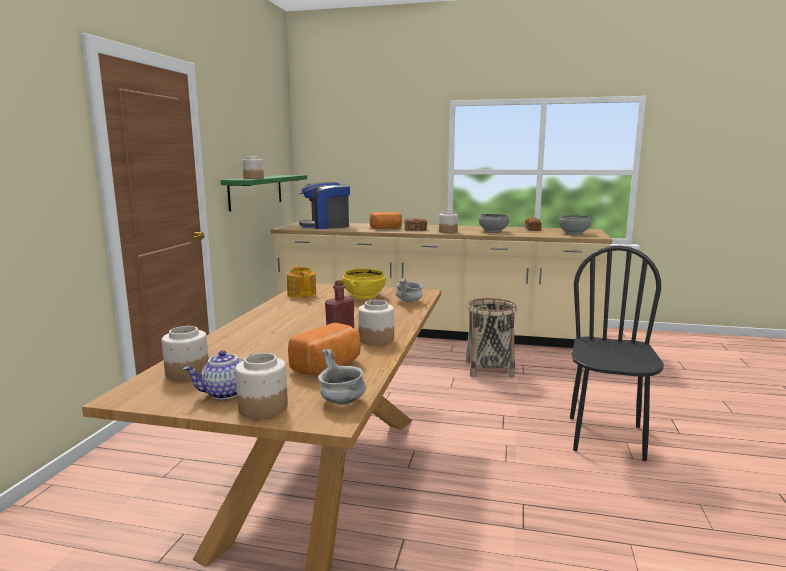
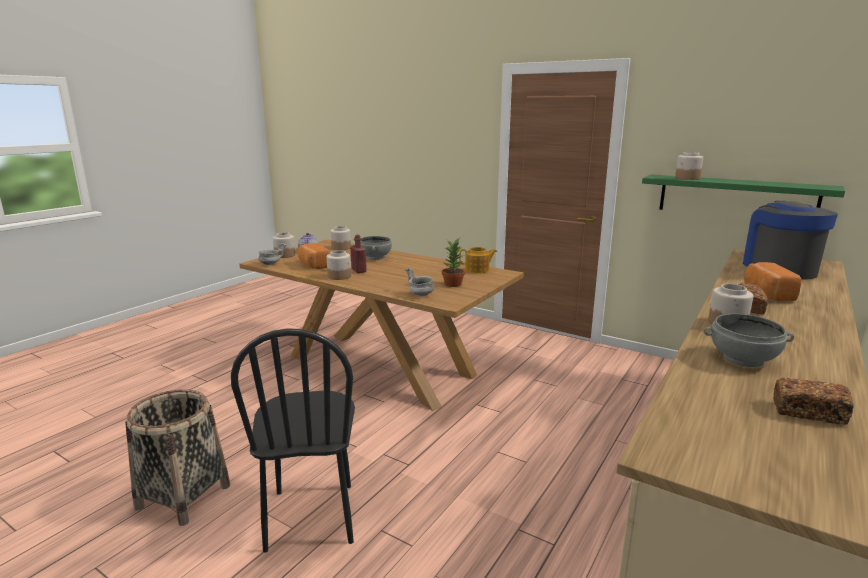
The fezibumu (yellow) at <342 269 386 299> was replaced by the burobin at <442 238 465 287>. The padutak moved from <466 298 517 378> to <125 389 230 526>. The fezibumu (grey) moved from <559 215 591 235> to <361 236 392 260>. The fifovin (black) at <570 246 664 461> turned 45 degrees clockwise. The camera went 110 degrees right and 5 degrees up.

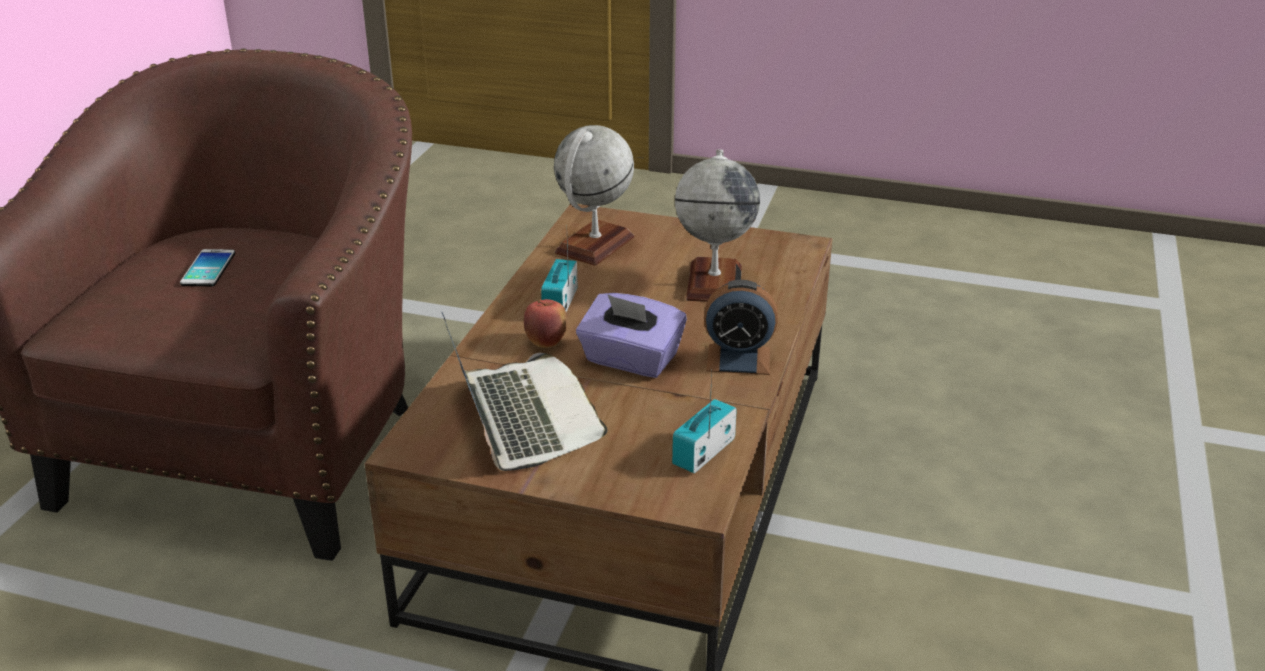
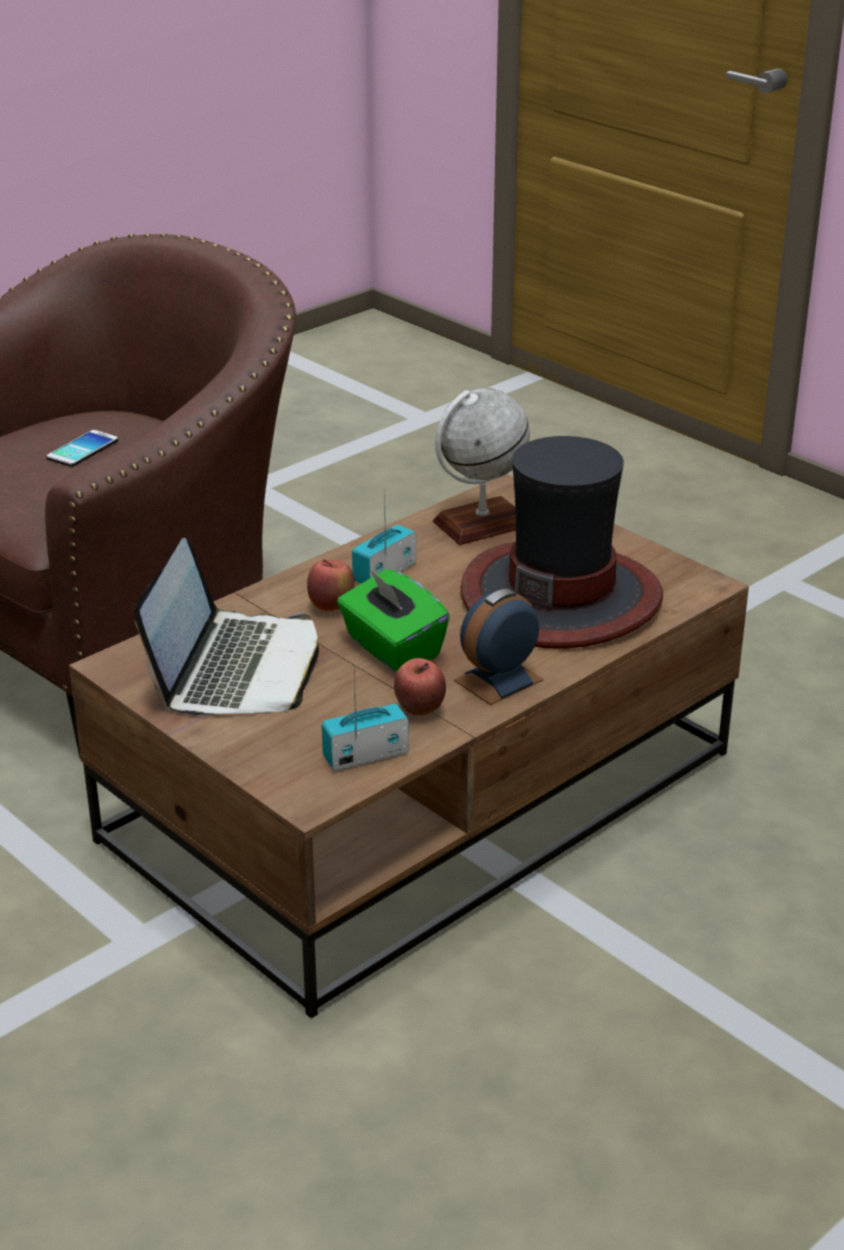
The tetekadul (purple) at <576 293 687 378> became the tetekadul (green) at <337 569 450 672>. The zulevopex at <675 150 760 302> was replaced by the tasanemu at <460 436 663 649>. The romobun at <704 280 778 375> turned 105 degrees clockwise. The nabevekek at <394 658 446 716> appeared. The camera went 30 degrees right and 0 degrees up.

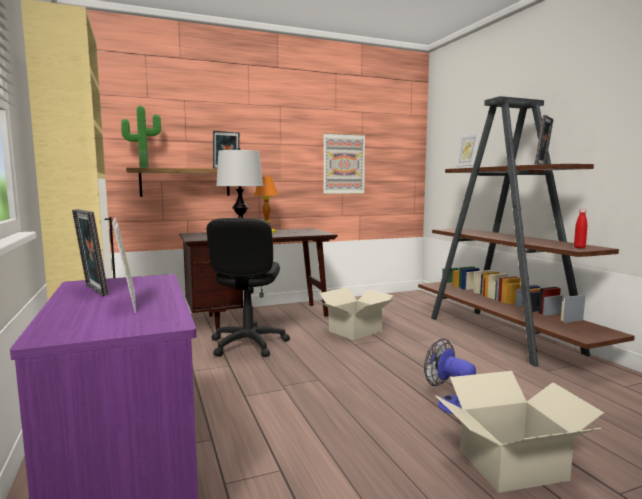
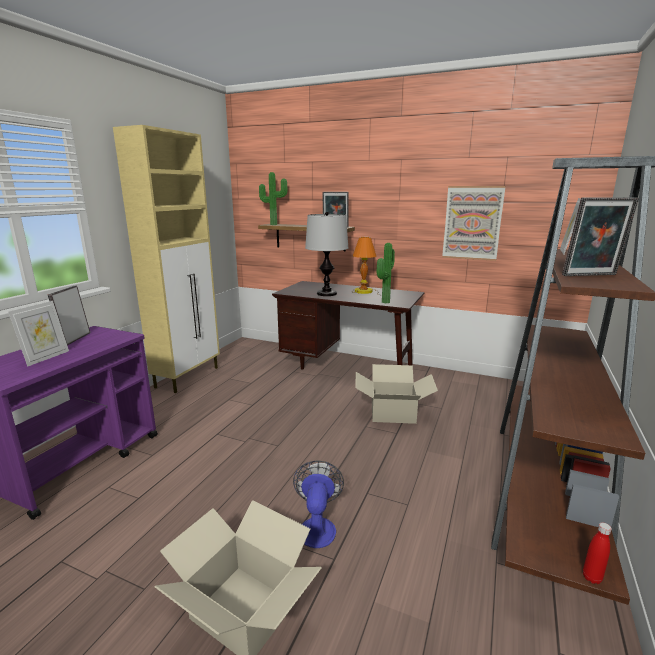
The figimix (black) at <206 218 290 357> disappeared. The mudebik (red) moved from <574 209 587 248> to <583 522 612 584>. The burobin at <377 243 395 303> appeared. The camera went 45 degrees right and 10 degrees up.

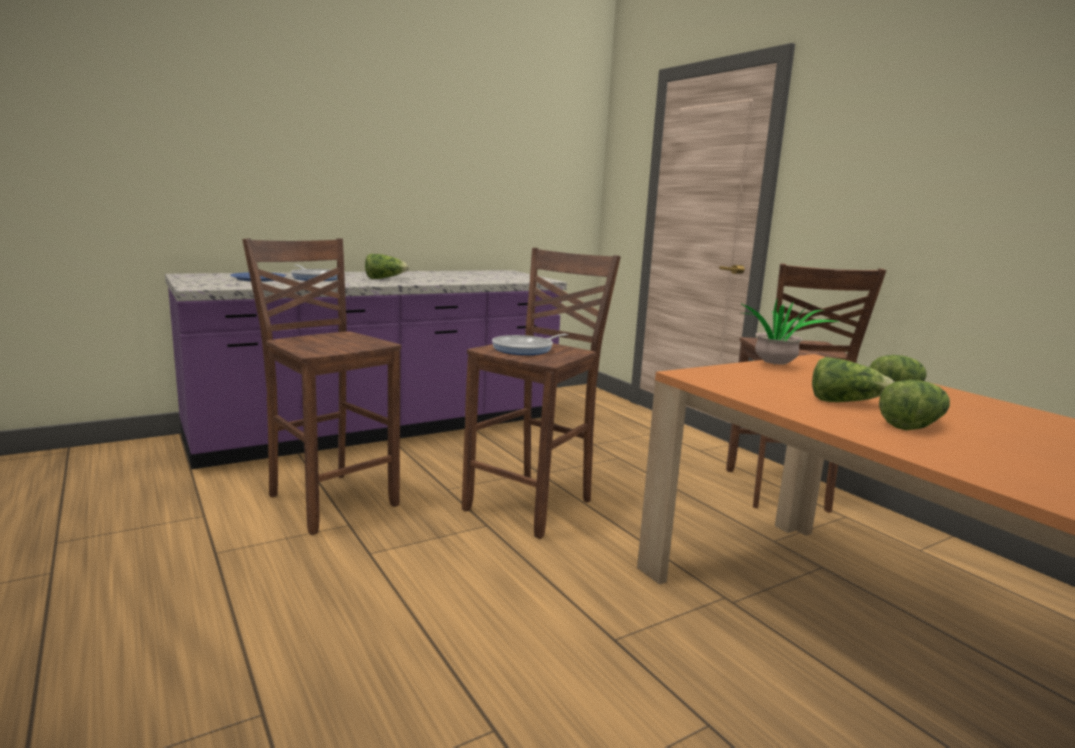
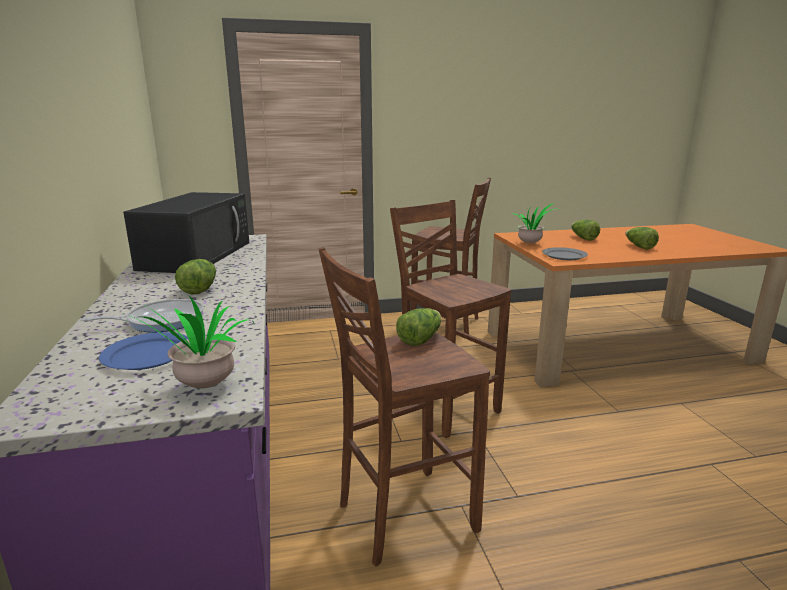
The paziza at <492 334 568 355> disappeared. The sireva moved from <812 357 895 402> to <396 308 441 346>. The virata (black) at <123 192 249 273> appeared. The burobin at <126 296 254 389> appeared. The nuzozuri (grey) at <542 247 588 260> appeared. The camera went 70 degrees left and 5 degrees up.

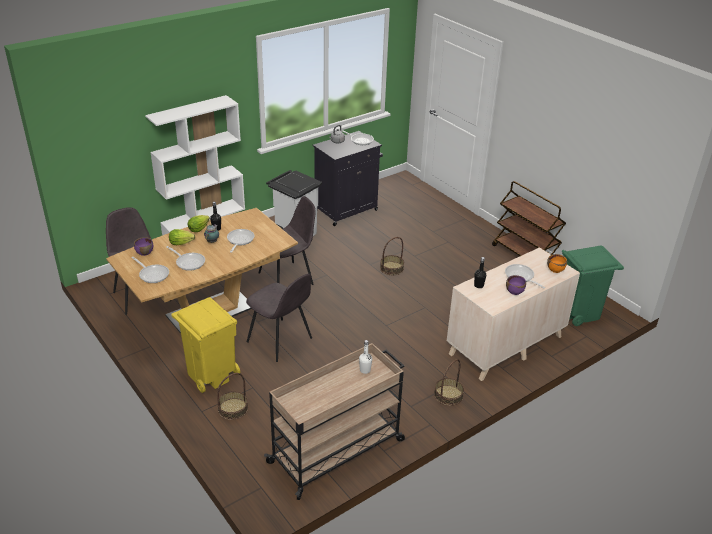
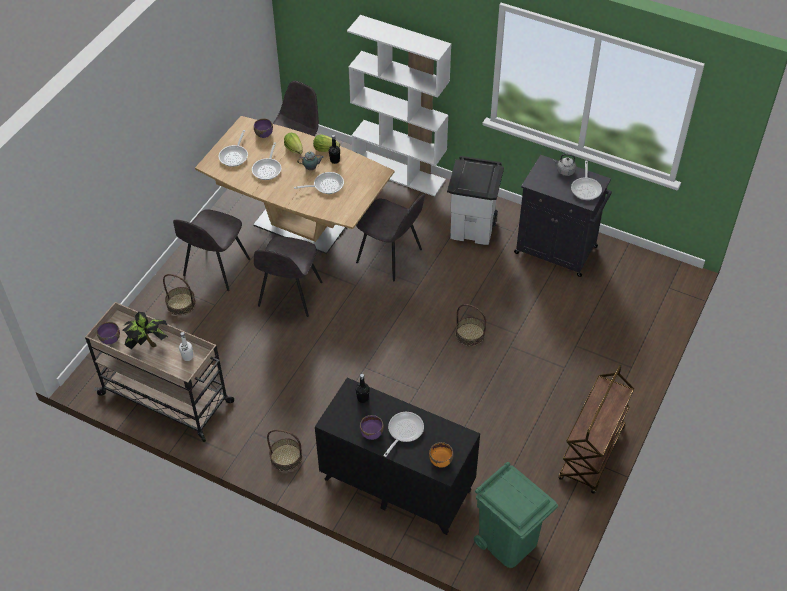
The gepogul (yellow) at <171 297 240 393> was replaced by the fifovin (grey) at <173 209 250 291>. The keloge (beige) at <447 247 580 381> became the keloge (black) at <315 378 480 535>. The fezibumu (purple) at <97 322 120 344> appeared. The burobin at <123 312 168 349> appeared. The camera went 65 degrees right and 15 degrees up.

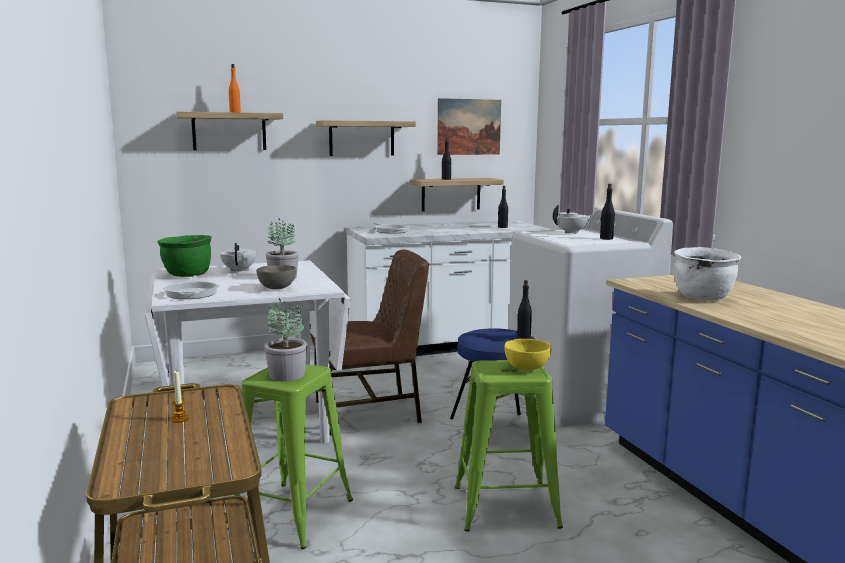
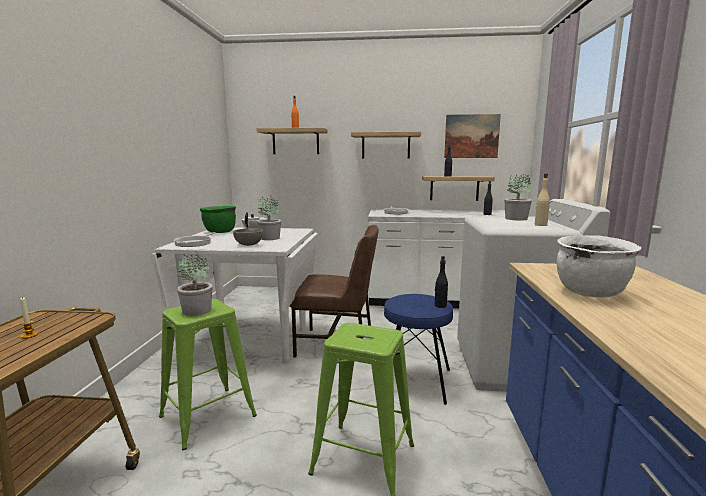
The fezibumu (yellow) at <504 339 552 370> disappeared. The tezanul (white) at <553 205 592 234> was replaced by the burobin at <504 173 532 221>. The mudebik (black) at <600 184 615 240> became the mudebik (beige) at <535 173 550 226>. The camera went 25 degrees right and 0 degrees up.

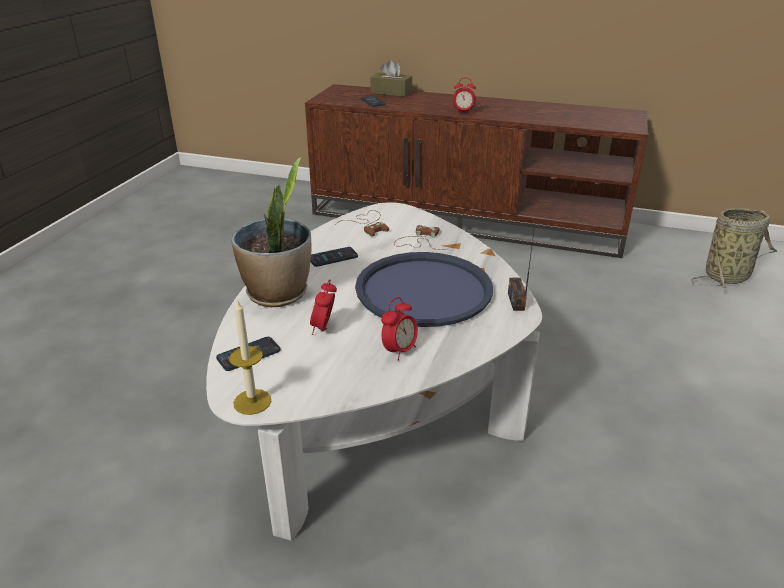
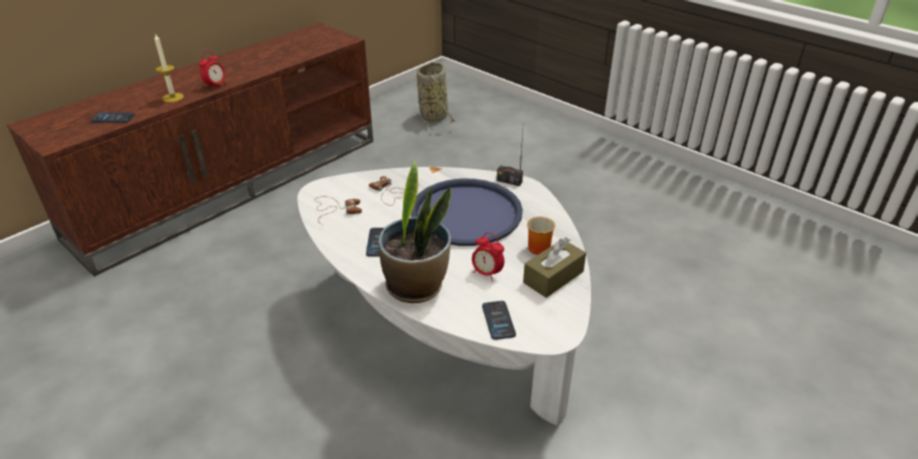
The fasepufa moved from <229 299 271 415> to <154 33 184 103>. The tetekadul (brown) moved from <370 60 412 97> to <523 237 586 298>. The romobun at <381 297 418 361> was replaced by the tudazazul at <527 216 556 255>. The camera went 65 degrees left and 5 degrees up.

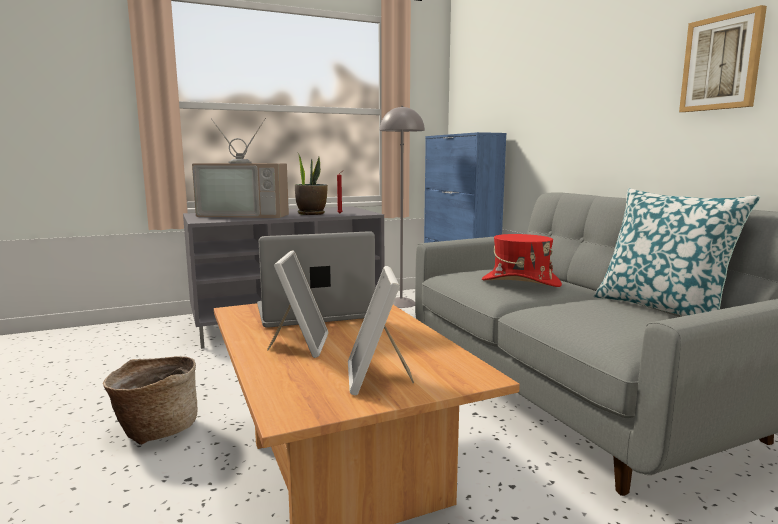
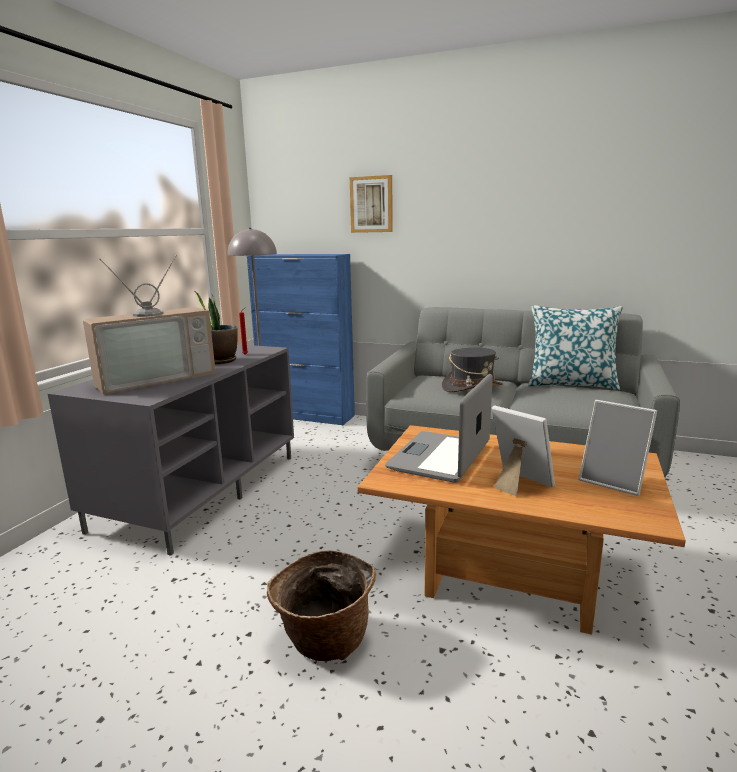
The tasanemu (red) at <482 234 562 287> became the tasanemu (grey) at <442 347 503 392>. The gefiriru moved from <679 5 767 112> to <350 175 393 233>. The camera went 45 degrees left and 5 degrees up.

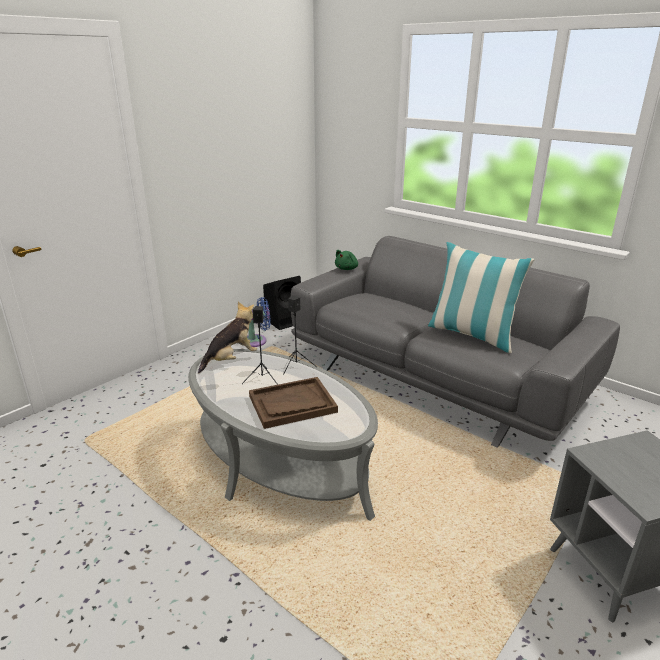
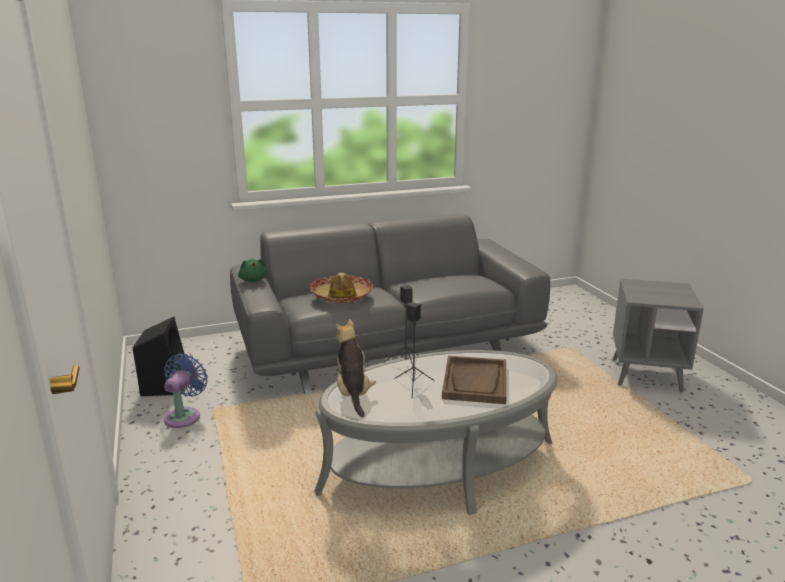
The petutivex at <428 242 534 353> disappeared. The tasanemu at <310 273 373 303> appeared. The camera went 60 degrees left and 5 degrees down.

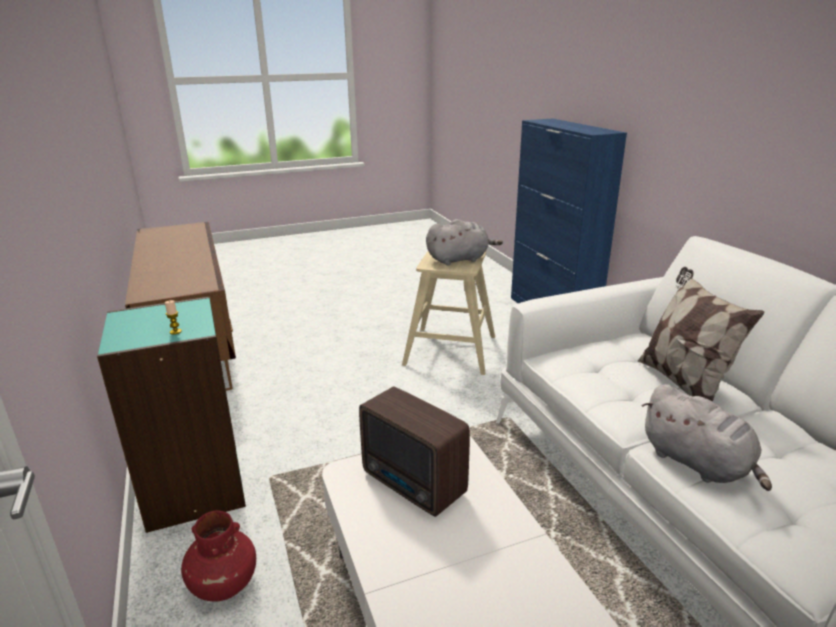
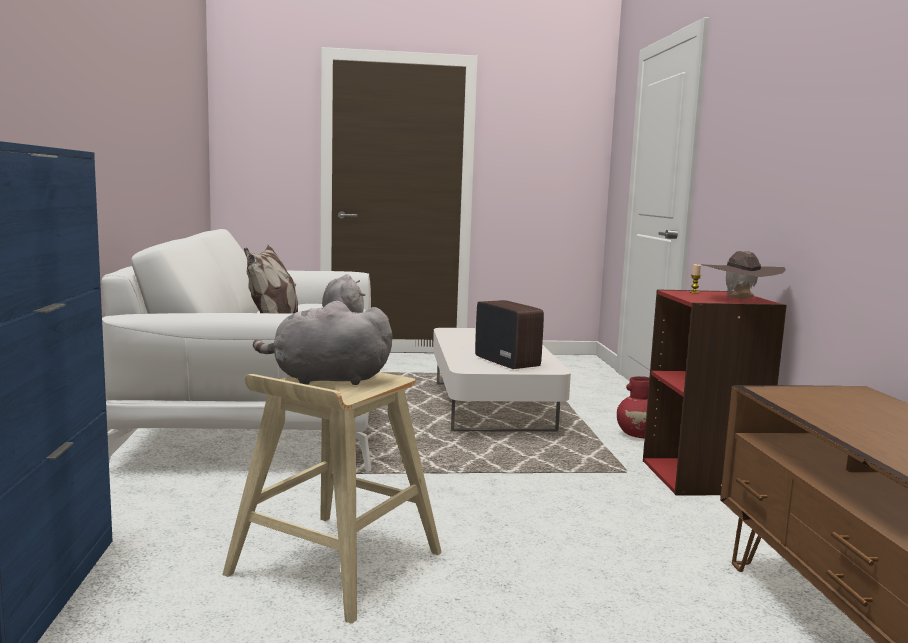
The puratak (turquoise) at <97 297 246 533> became the puratak (red) at <643 289 787 496>. The tasanemu (brown) at <702 251 786 299> appeared. The camera went 165 degrees left and 15 degrees down.

